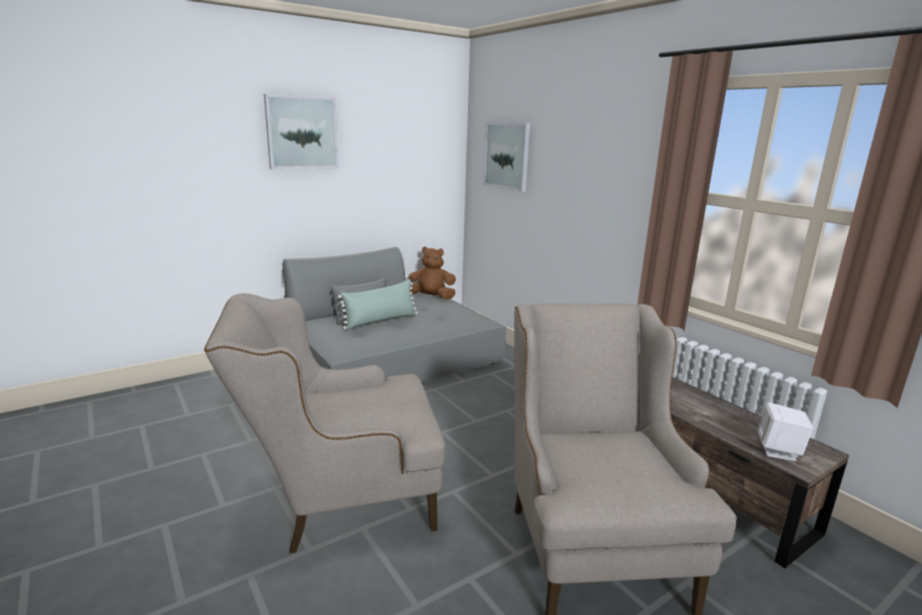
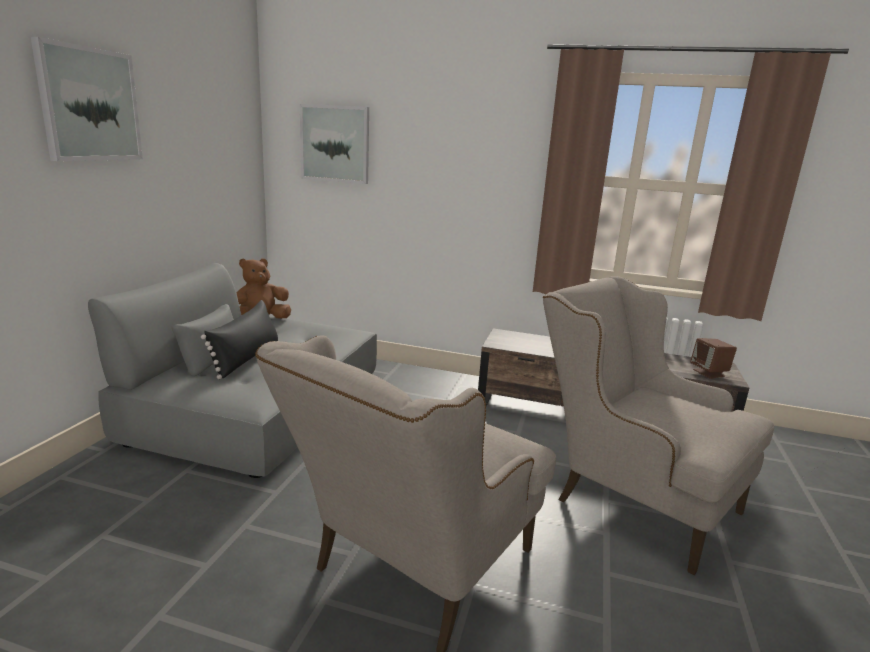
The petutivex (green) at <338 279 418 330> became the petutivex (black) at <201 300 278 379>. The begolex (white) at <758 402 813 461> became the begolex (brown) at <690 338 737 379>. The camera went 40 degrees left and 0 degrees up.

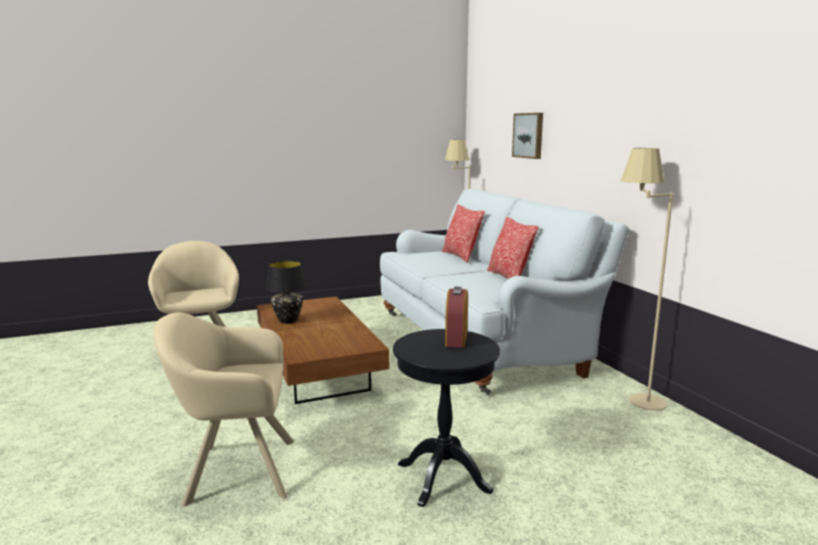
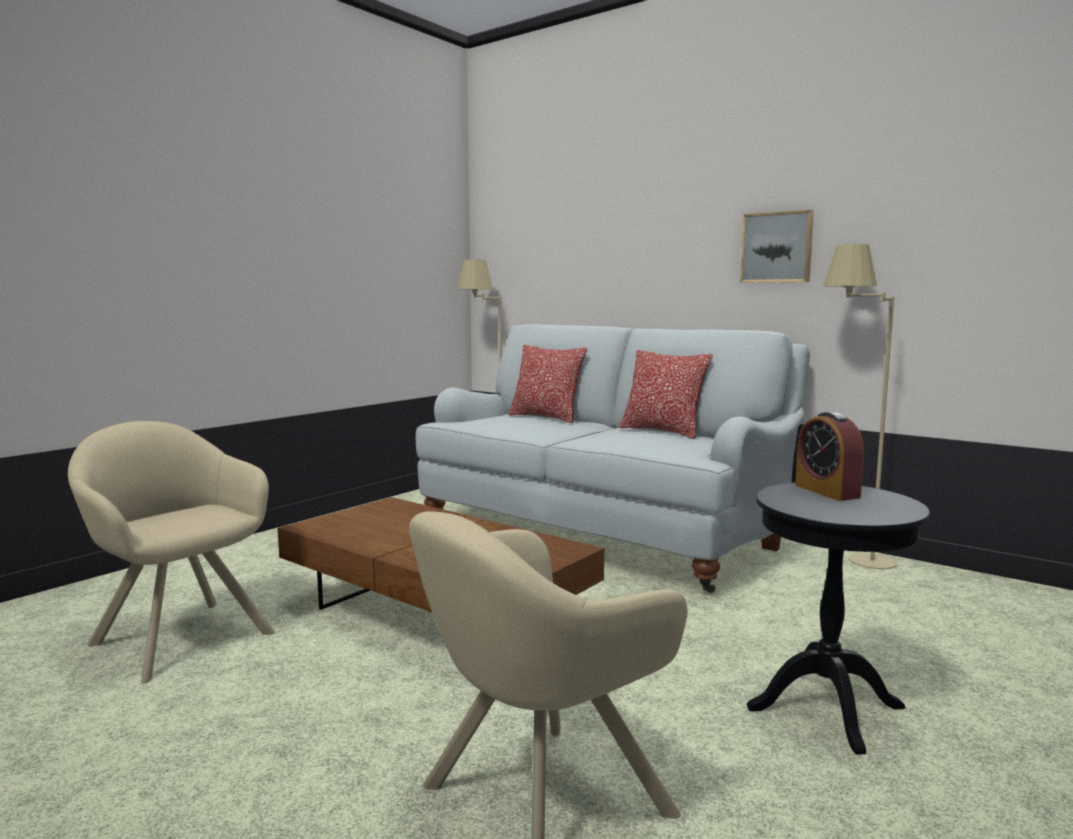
The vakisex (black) at <266 261 306 324> disappeared. The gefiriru moved from <512 113 543 159> to <740 210 814 283>. The camera went 30 degrees left and 5 degrees down.

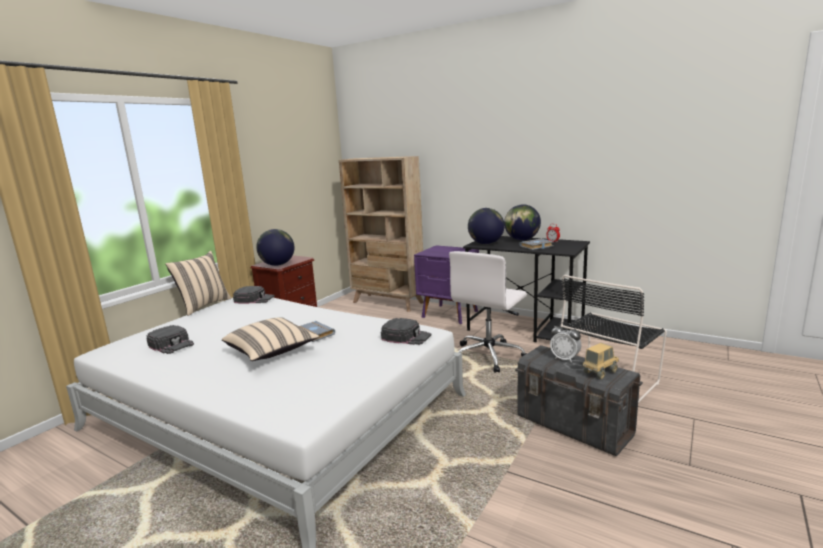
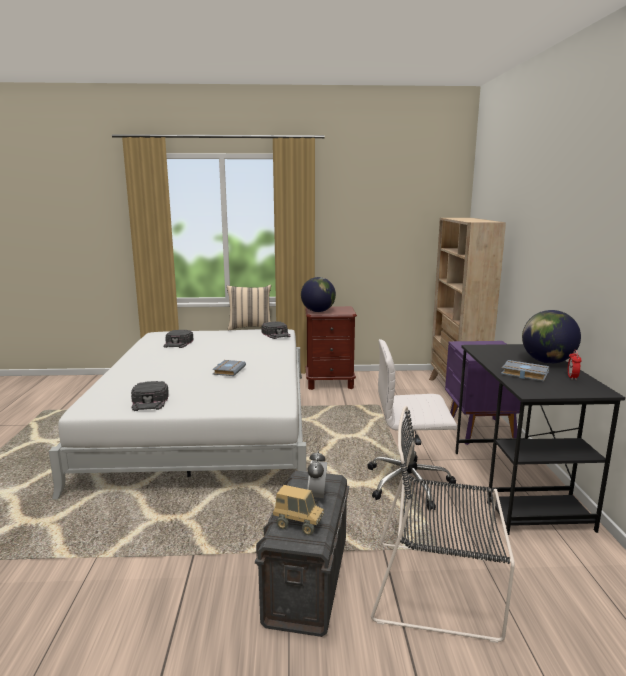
The petutivex (beige) at <222 317 320 361> disappeared. The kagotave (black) moved from <381 318 432 345> to <131 381 169 411>. The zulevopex at <468 208 504 244> disappeared. The camera went 55 degrees right and 0 degrees up.

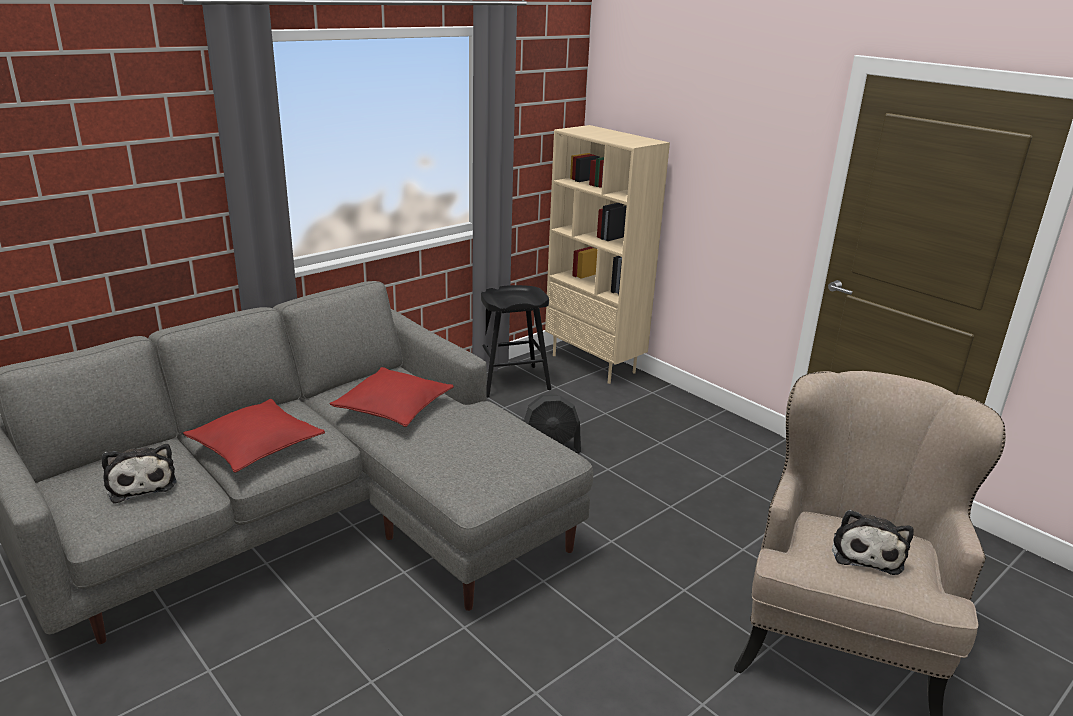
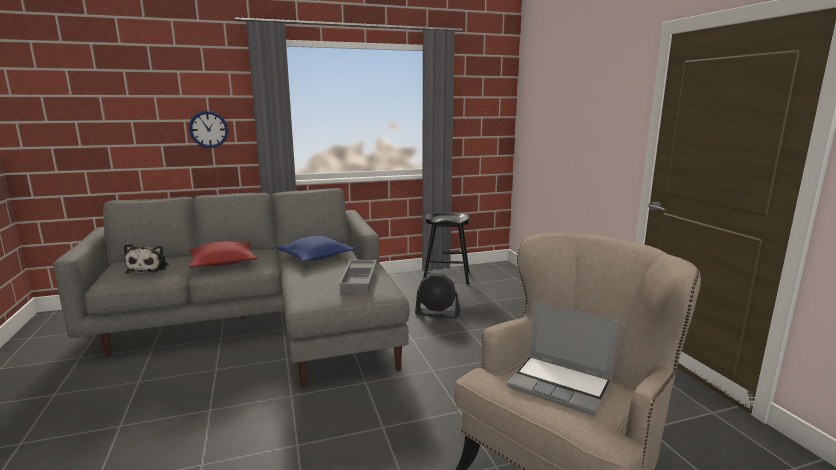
The petutivex (red) at <329 367 454 427> became the petutivex (blue) at <276 236 355 262>. The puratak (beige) at <545 125 670 384> disappeared. The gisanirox at <832 510 914 575> was replaced by the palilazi at <507 302 619 415>. The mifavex at <189 111 228 148> appeared. The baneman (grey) at <338 260 377 293> appeared. The camera went 25 degrees right and 10 degrees down.

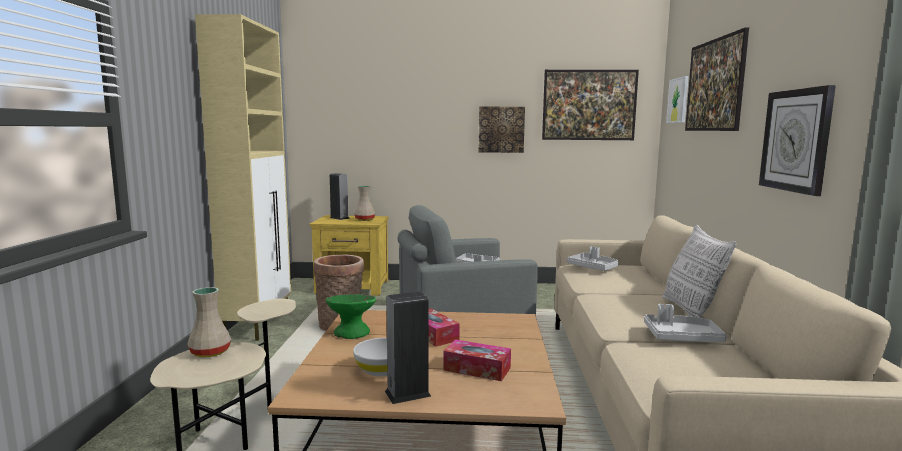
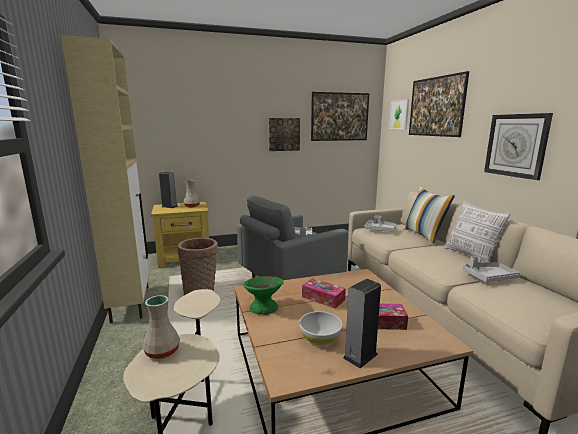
The petutivex at <403 187 455 244> appeared. The camera went 20 degrees left and 5 degrees up.

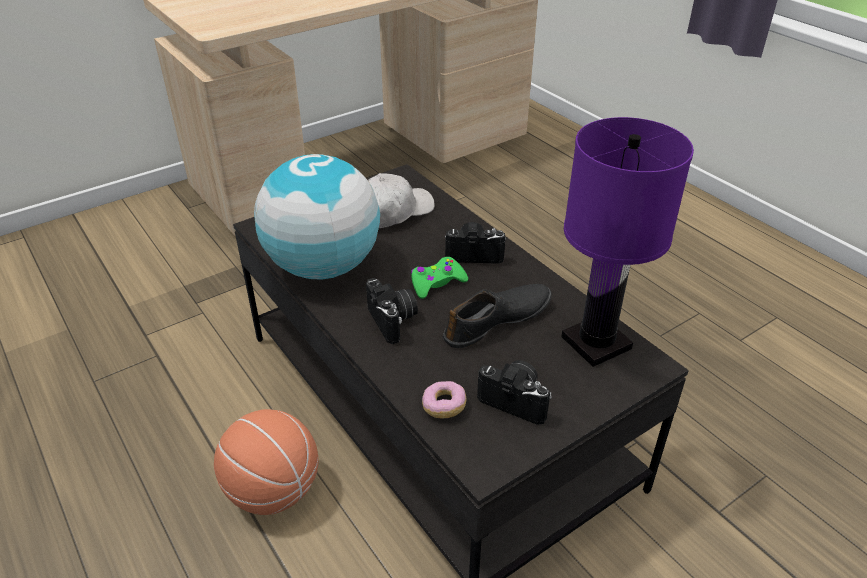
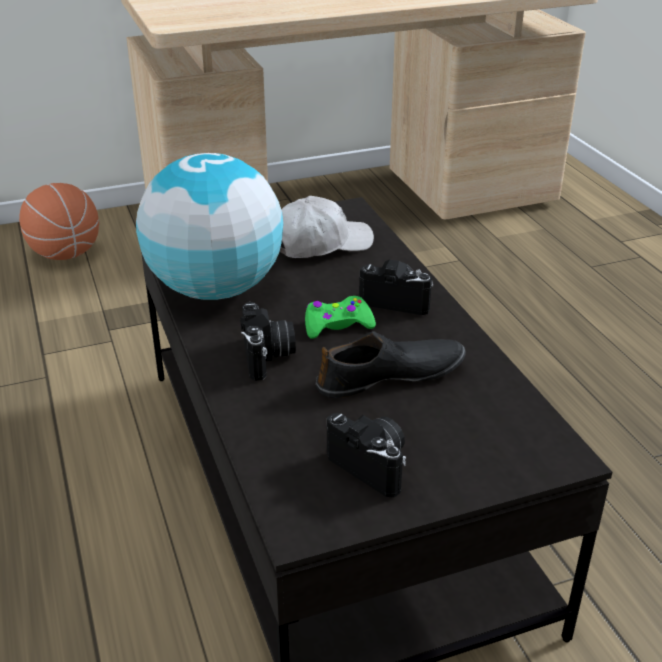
The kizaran moved from <214 409 319 515> to <19 183 99 260>. The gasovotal at <422 381 466 419> disappeared. The vakisex (purple) at <561 117 694 367> disappeared. The camera went 15 degrees right and 5 degrees down.

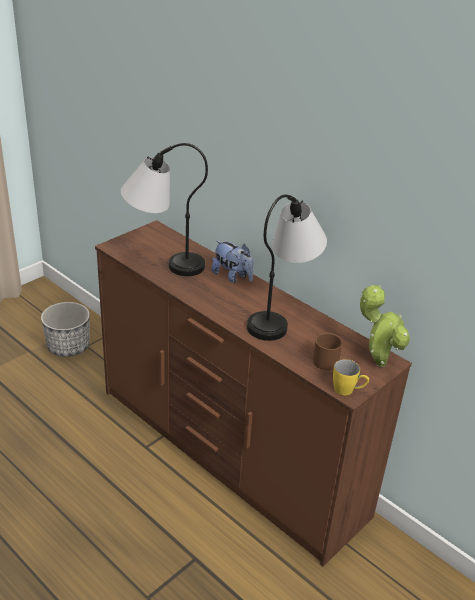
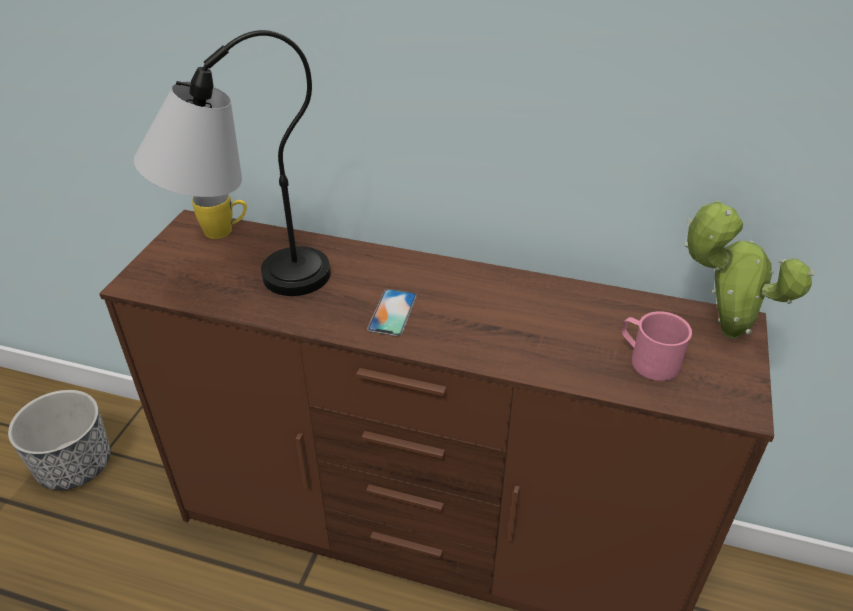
The gisanirox at <211 240 253 283> disappeared. The vakisex at <247 195 327 341> disappeared. The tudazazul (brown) at <313 333 343 370> became the tudazazul (pink) at <622 311 692 381>. The tudazazul (yellow) moved from <333 359 369 395> to <192 194 247 239>. The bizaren at <367 289 417 336> appeared. The camera went 25 degrees left and 5 degrees up.

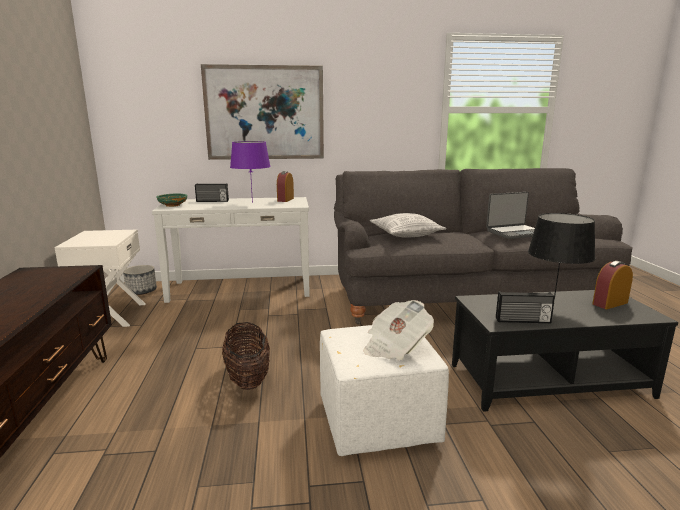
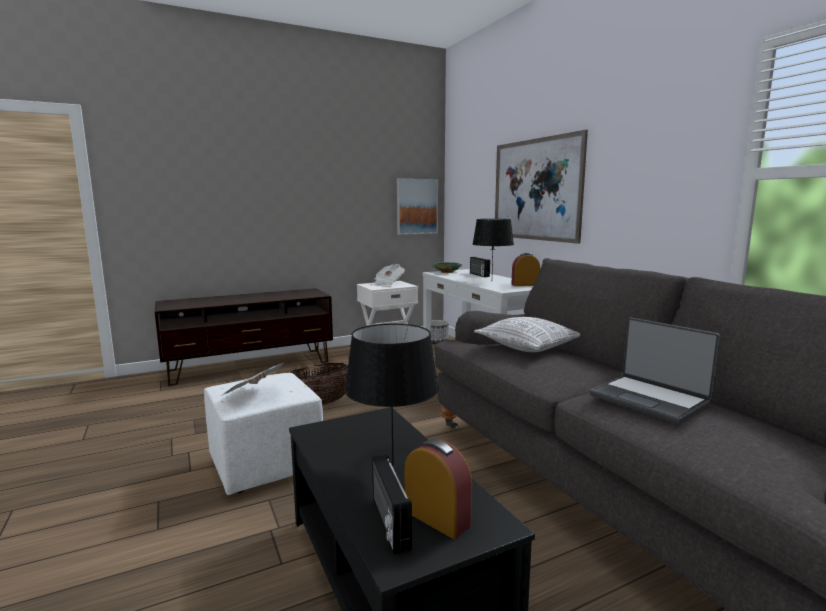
The vakisex (purple) at <230 141 271 203> became the vakisex (black) at <472 219 514 271>. The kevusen moved from <496 291 555 323> to <373 455 412 554>. The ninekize at <373 264 405 286> appeared. The gefiriru at <397 178 438 235> appeared. The camera went 70 degrees right and 5 degrees down.

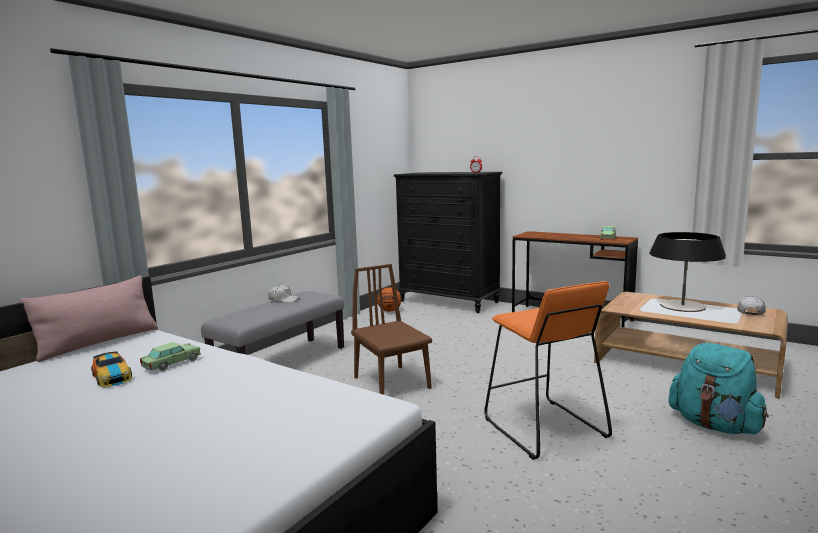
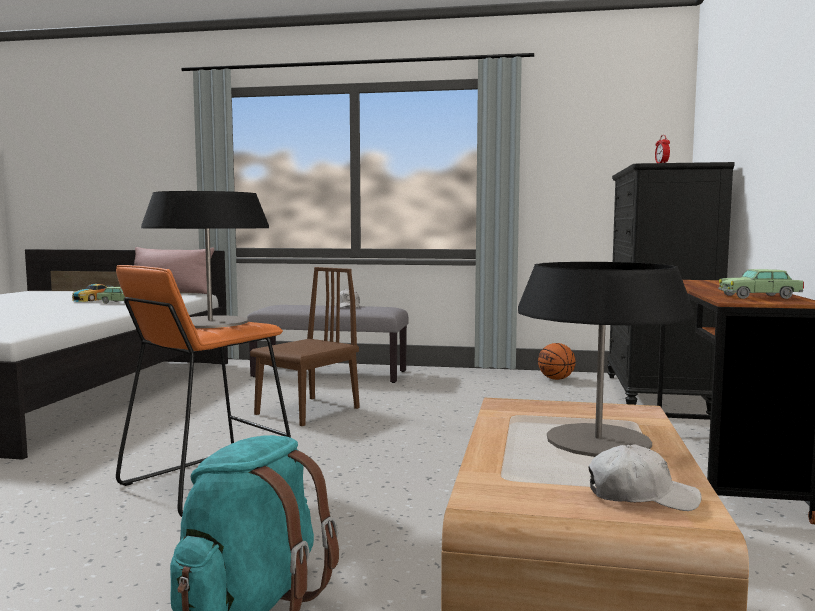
The vakisex at <141 191 269 328> appeared. The camera went 65 degrees right and 5 degrees down.

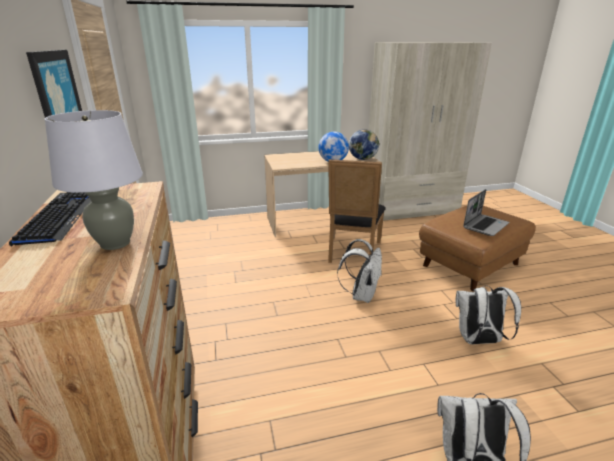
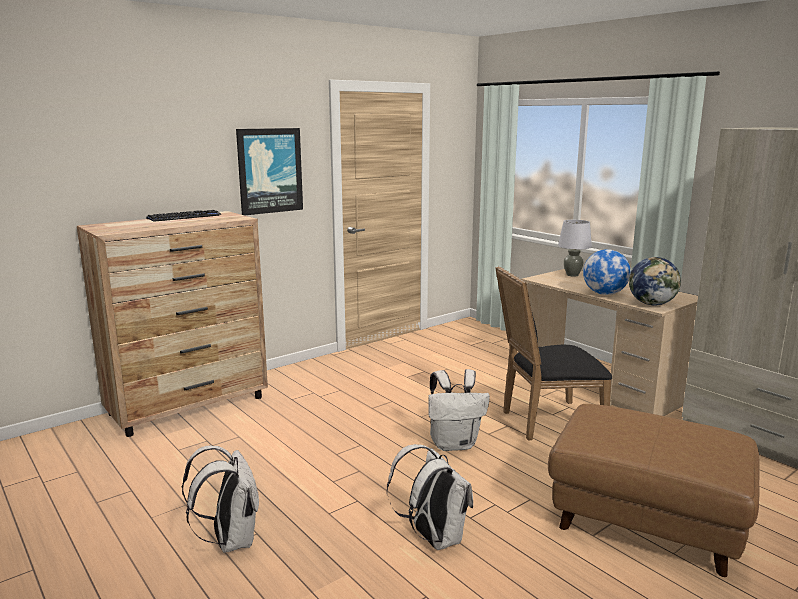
The vakisex (grey) moved from <44 110 143 250> to <558 220 592 277>. The palilazi at <463 189 509 236> disappeared. The camera went 65 degrees right and 10 degrees down.

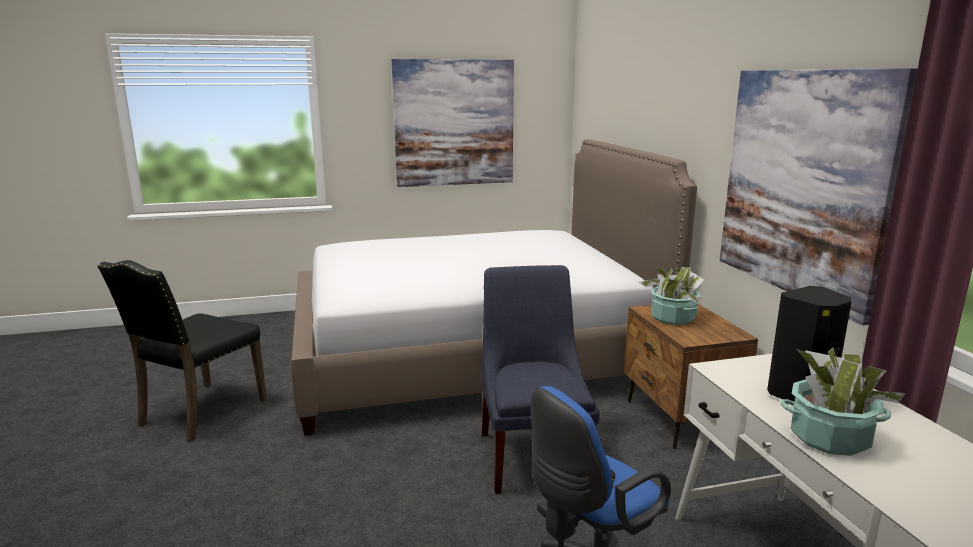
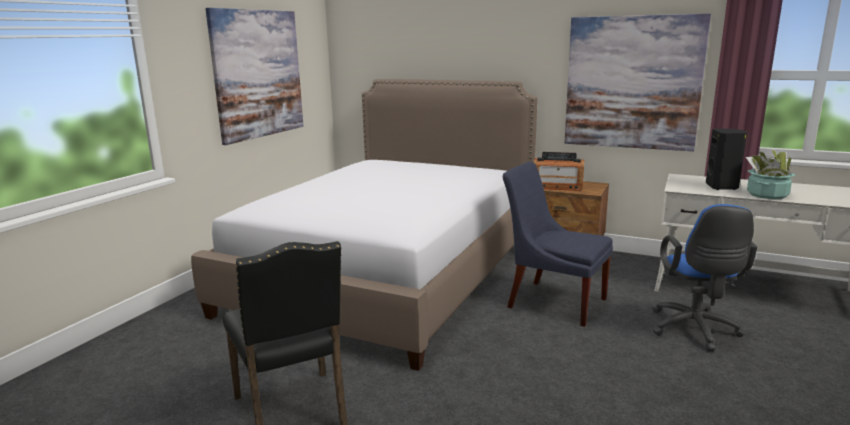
The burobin at <639 266 704 325> was replaced by the kevusen at <534 152 584 191>. The camera went 50 degrees left and 0 degrees up.

